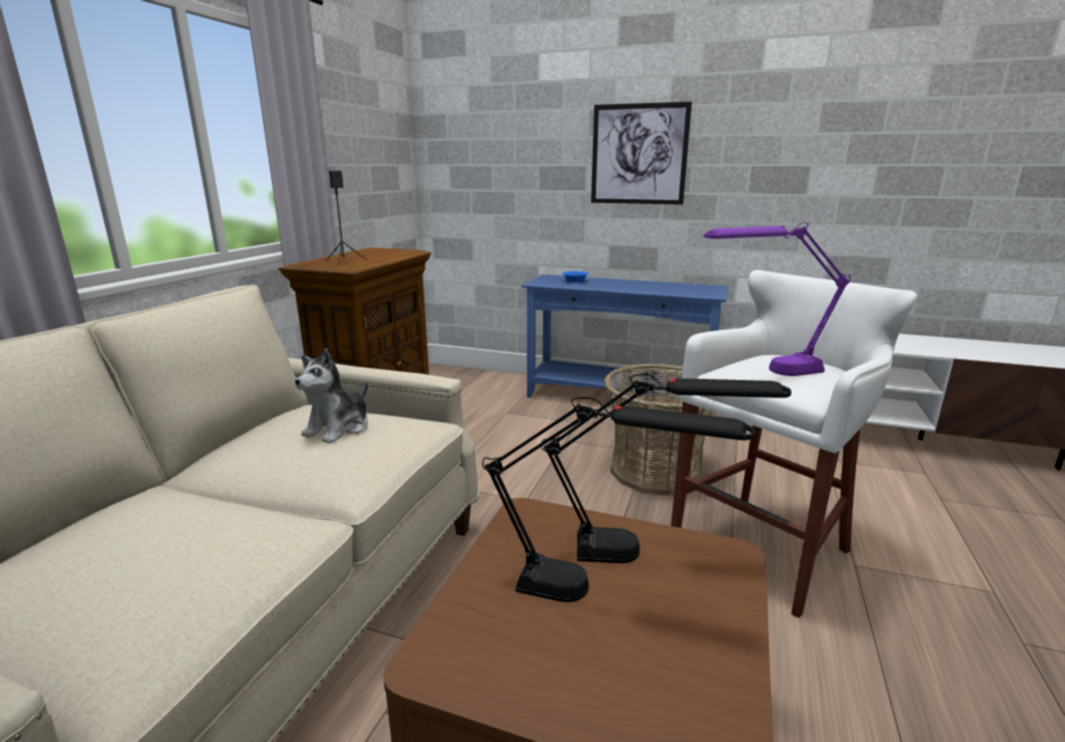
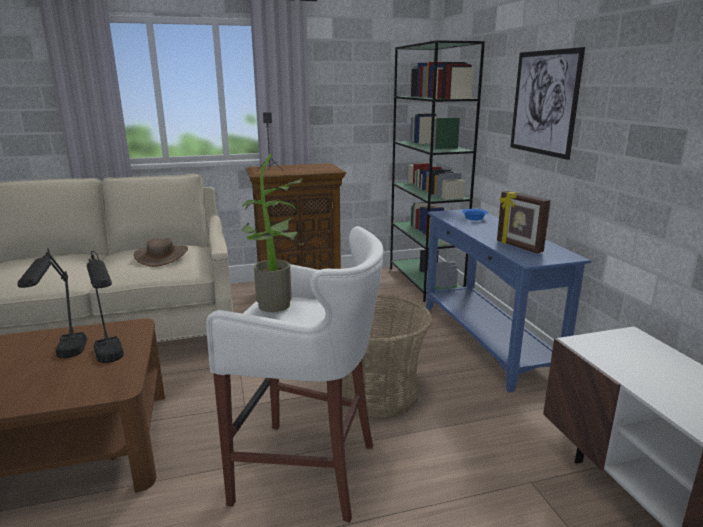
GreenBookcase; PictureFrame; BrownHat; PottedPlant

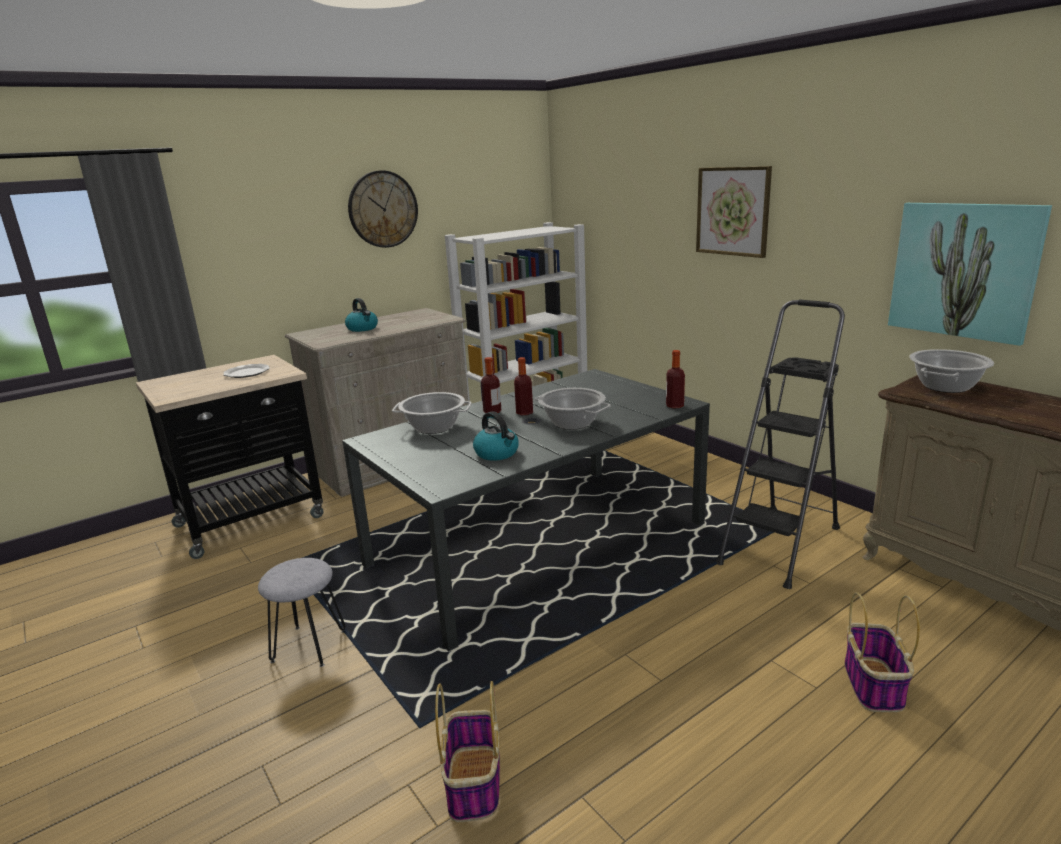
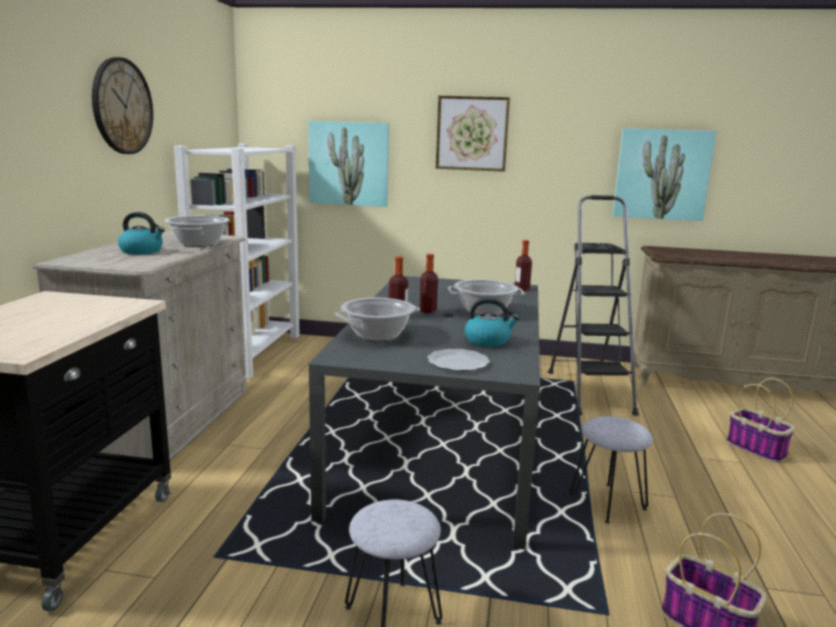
Picture (1st from left); GreyStool (2nd from left); Plate; CookingPot (1st from left)

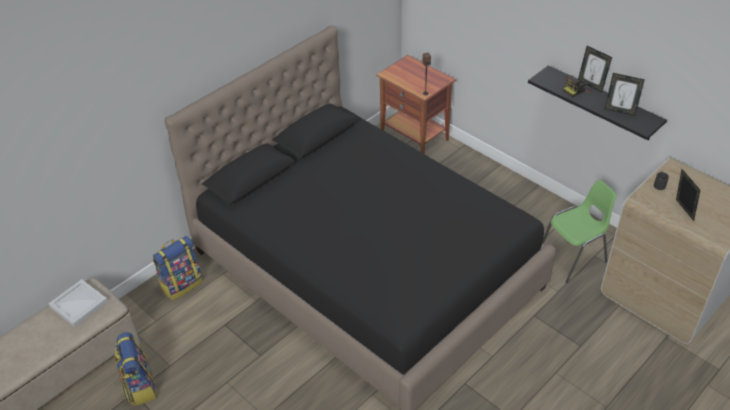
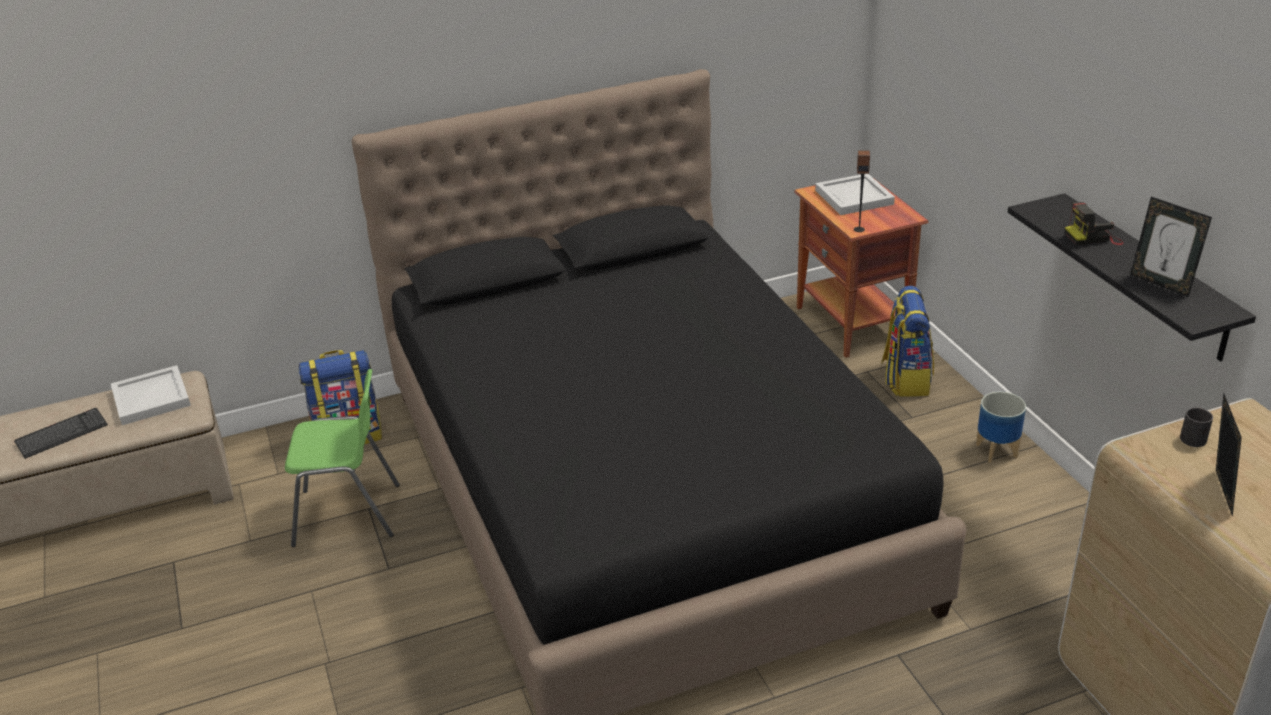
PictureFrame (1st from left in the first image); Keyboard; WhiteTray (2nd from left); Planter; Backpack (2nd from left); GreenChair

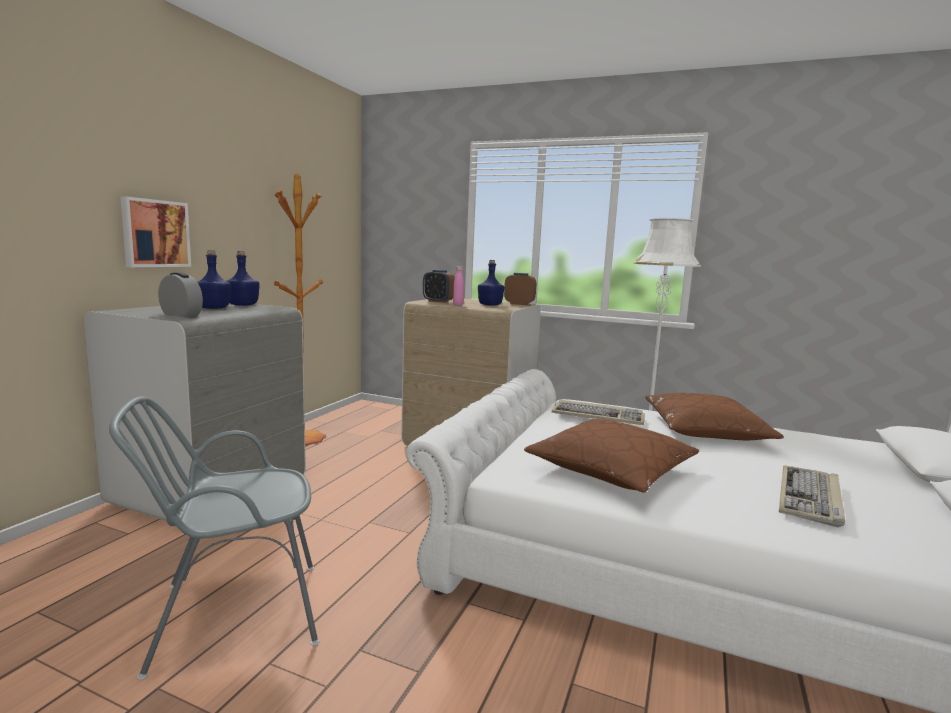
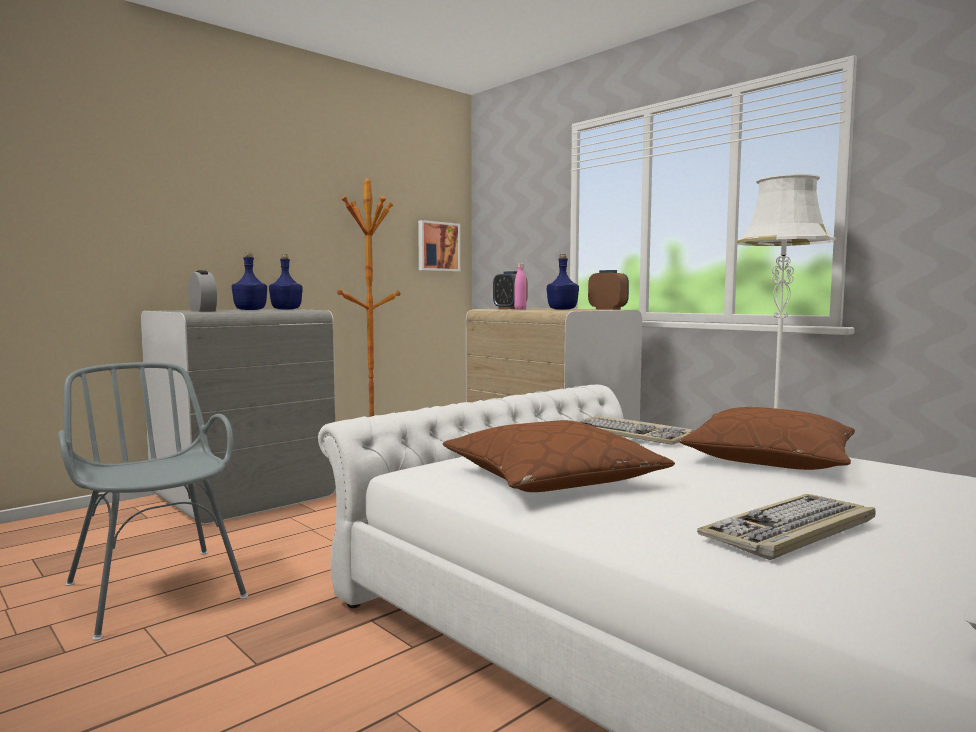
Picture; GreyChair

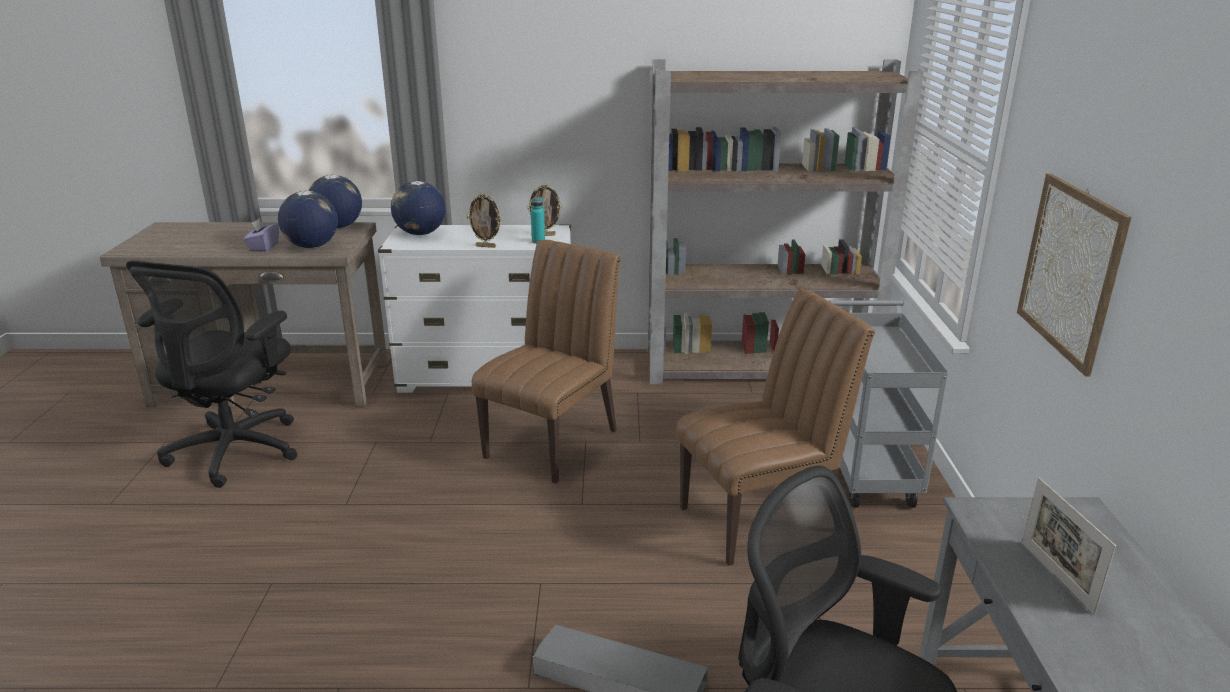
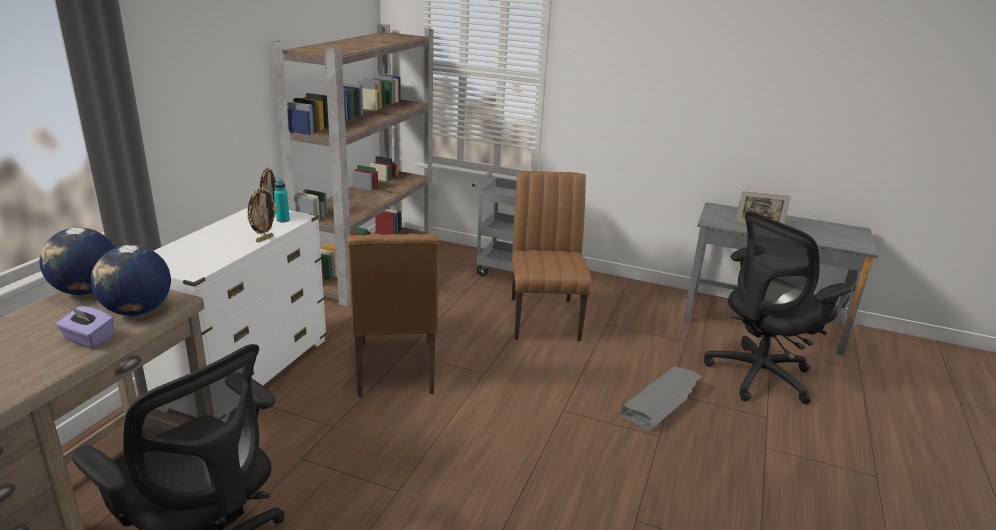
Globe (3rd from left in the first image); Picture; BrownChair (1st from left)

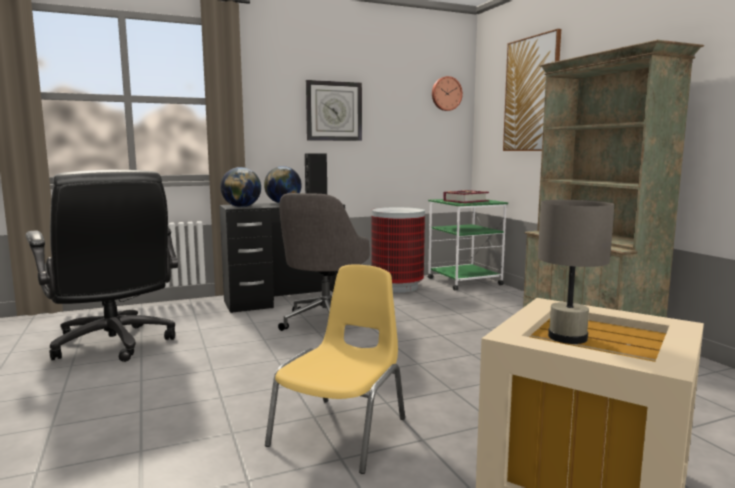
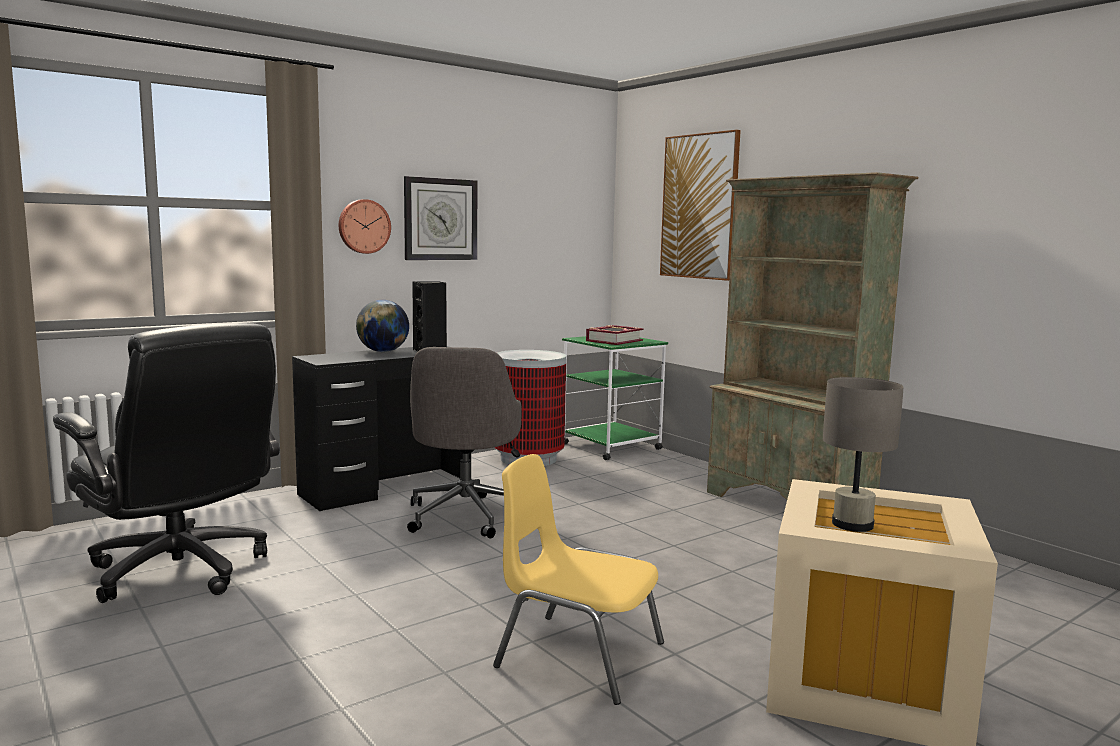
Globe (1st from left in the first image); WallClock (1st from left); YellowChair

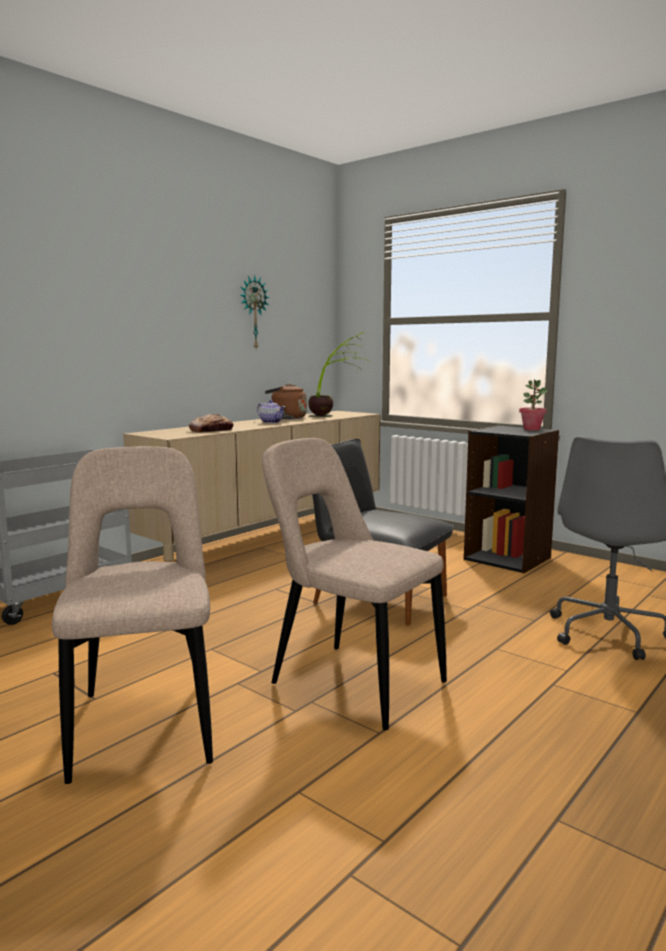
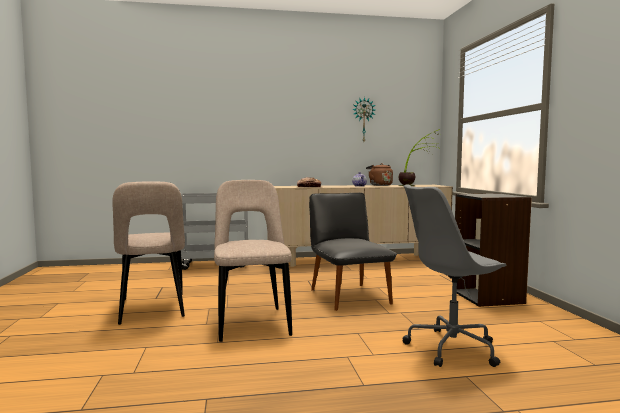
PottedPlant (2nd from left in the first image); BeigeChair (1st from left)

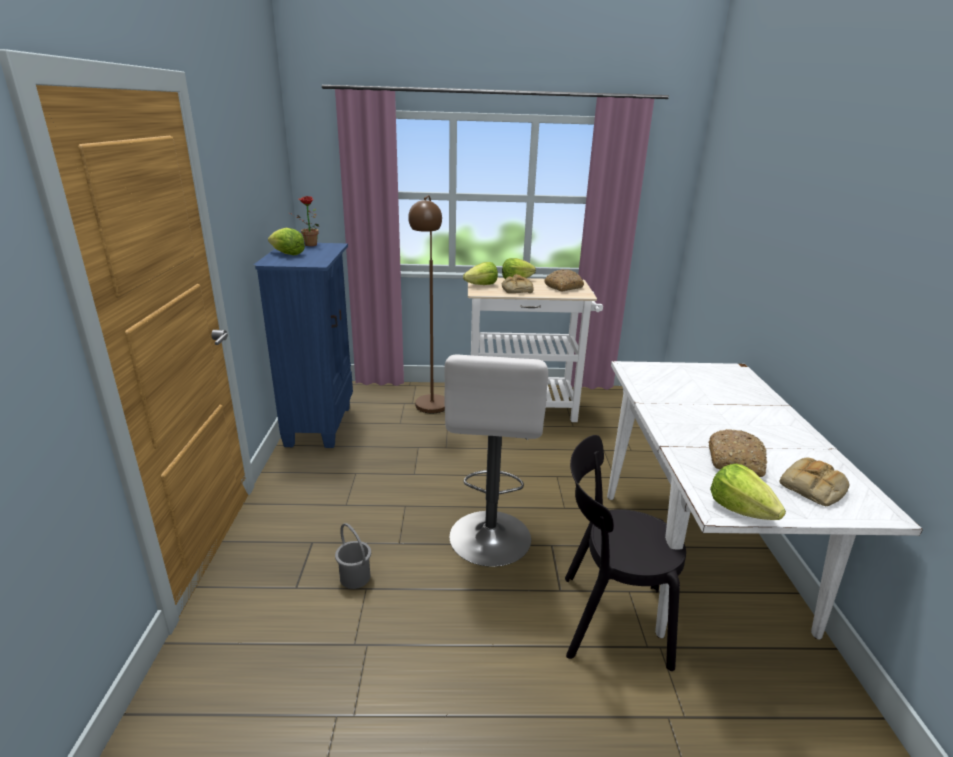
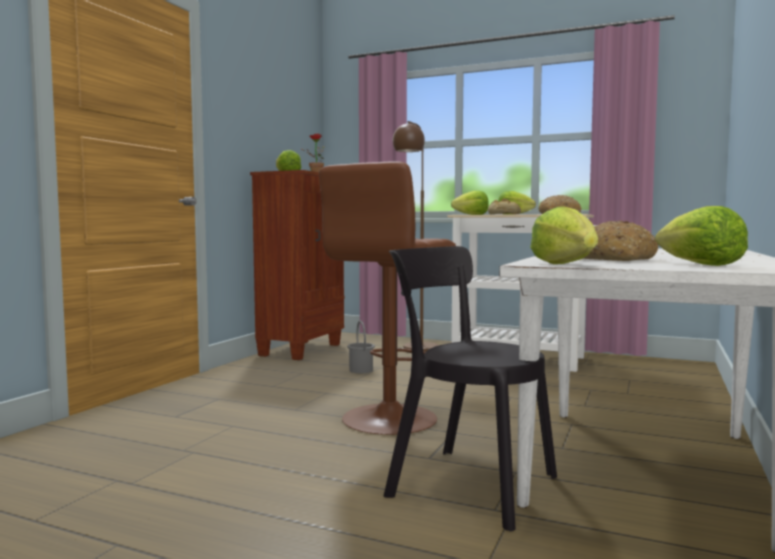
GreyBucket; Lettuce (5th from left); BrownCabinet; BrownStool

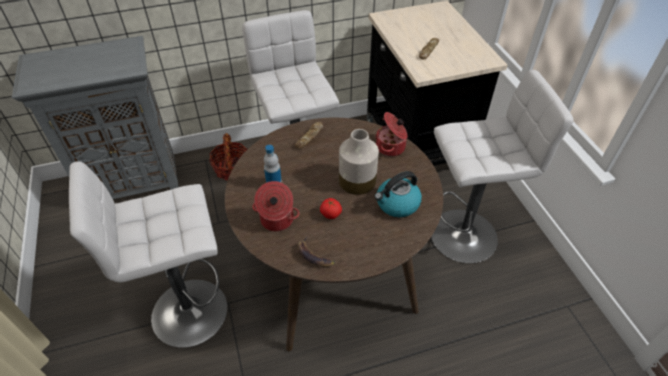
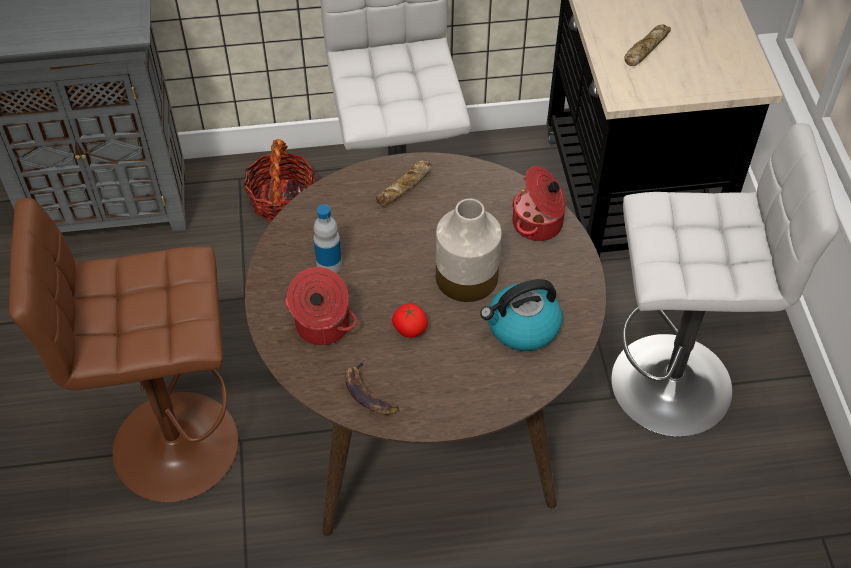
BrownStool

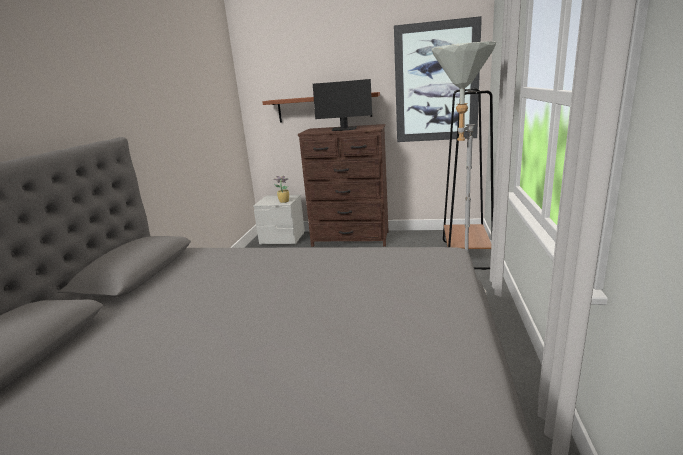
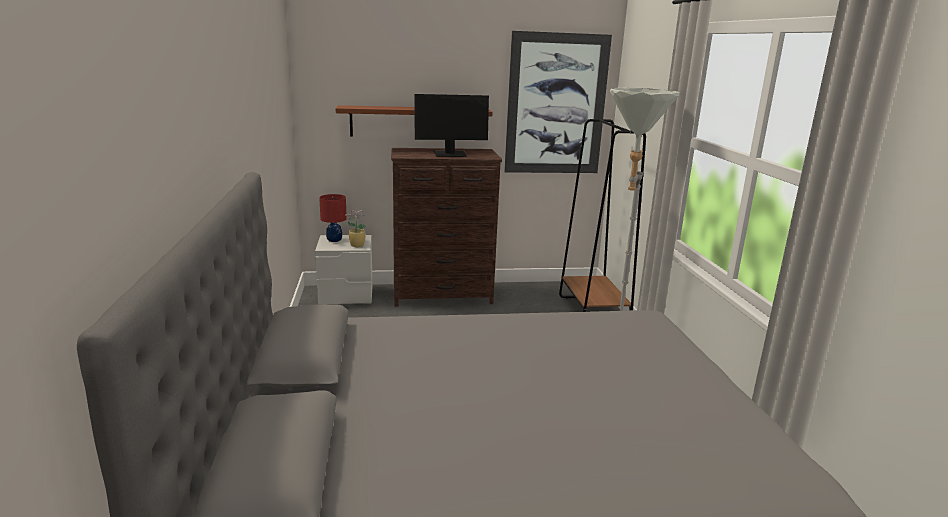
RedTableLamp

